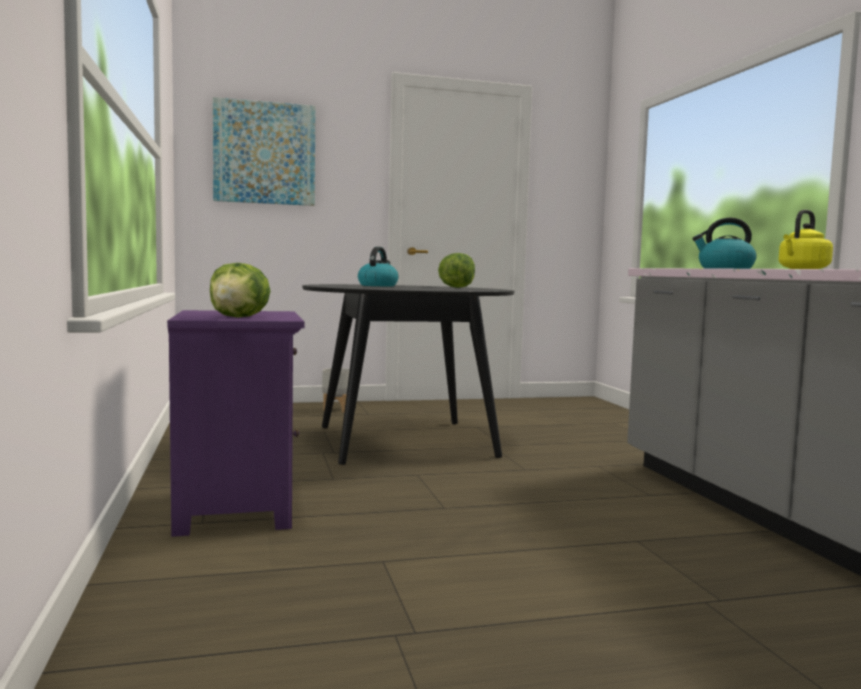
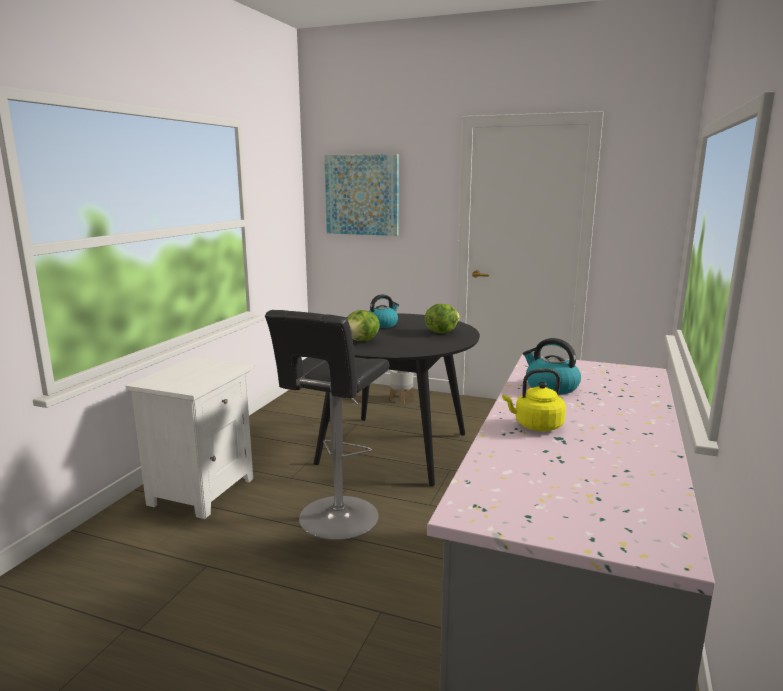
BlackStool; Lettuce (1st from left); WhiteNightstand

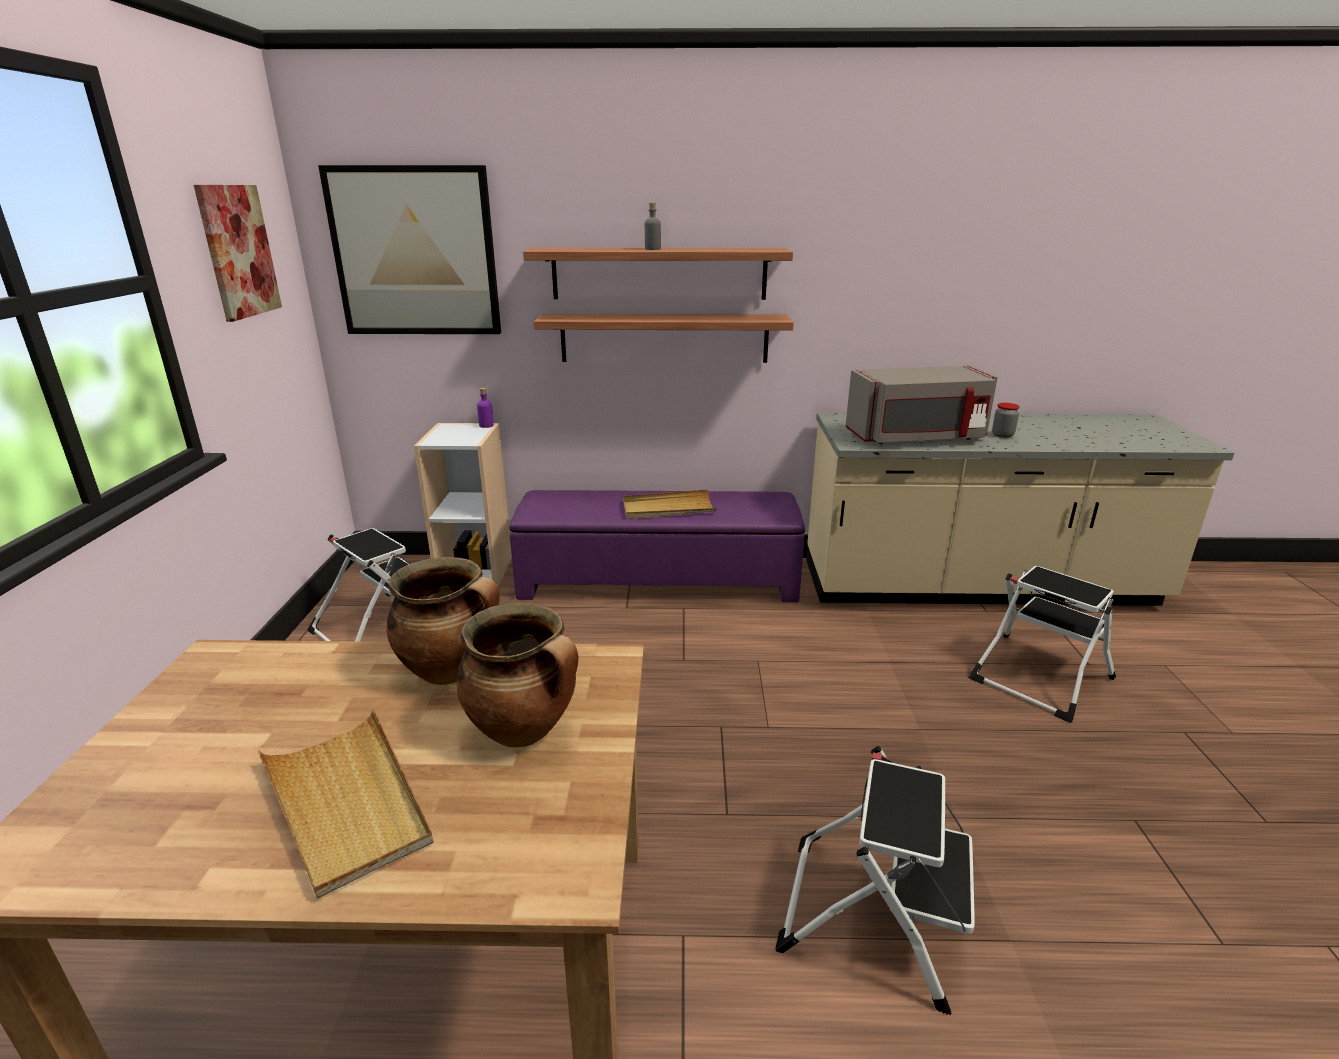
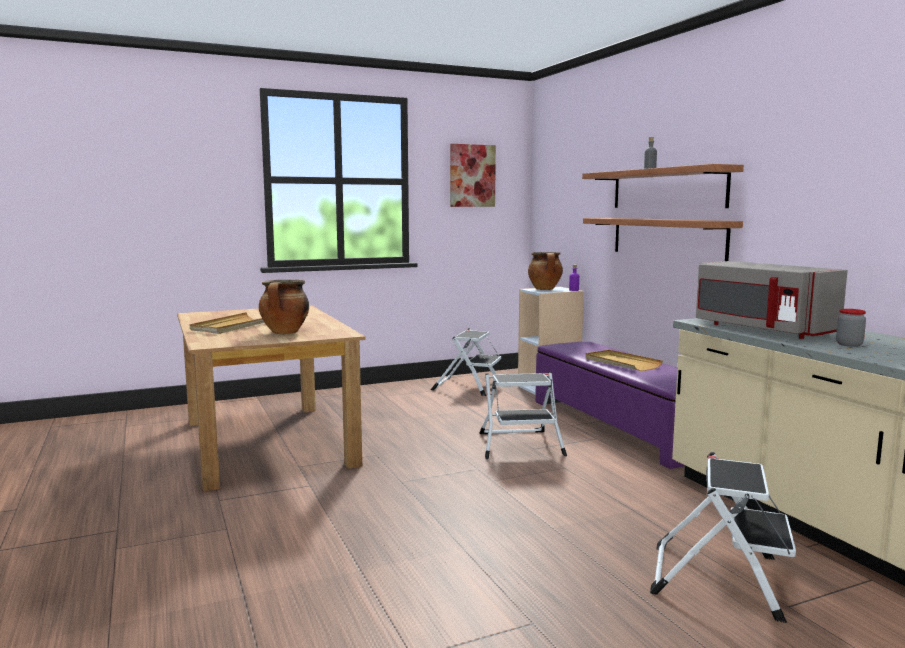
Picture (2nd from left in the first image); CookingPot (2nd from left); StepLadder (2nd from left)

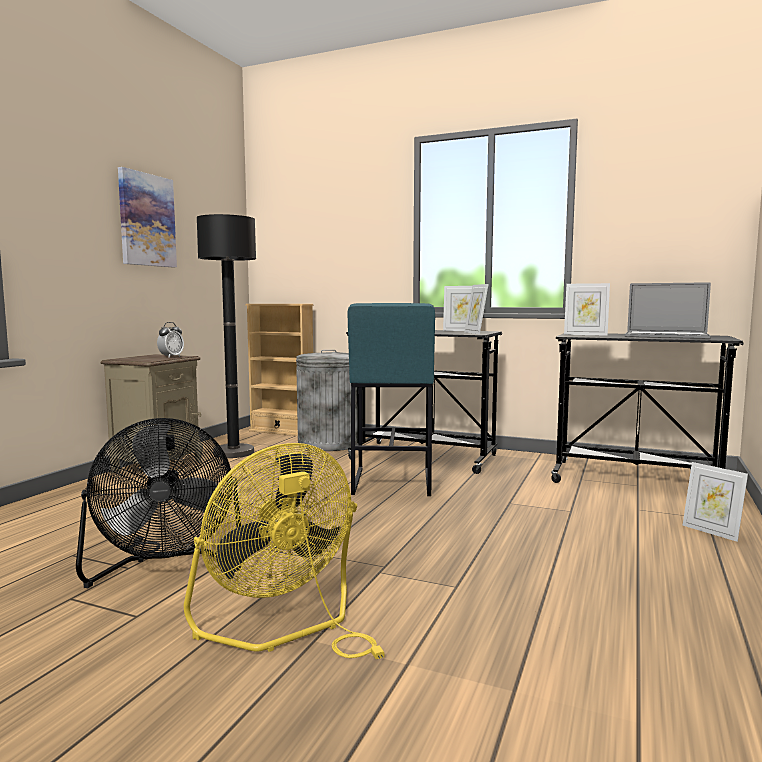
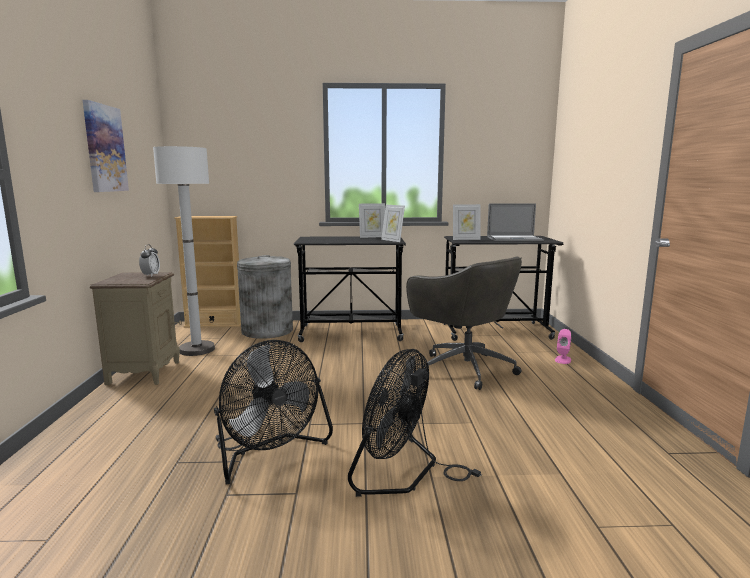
TurquoiseStool; GreyOfficeChair; PinkSpeaker; BlackFan (2nd from left); WhiteFloorLamp

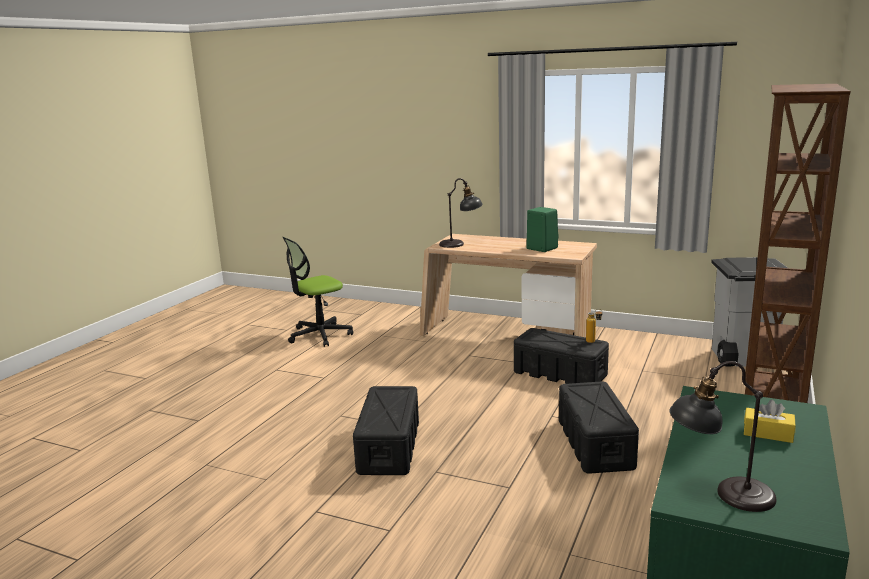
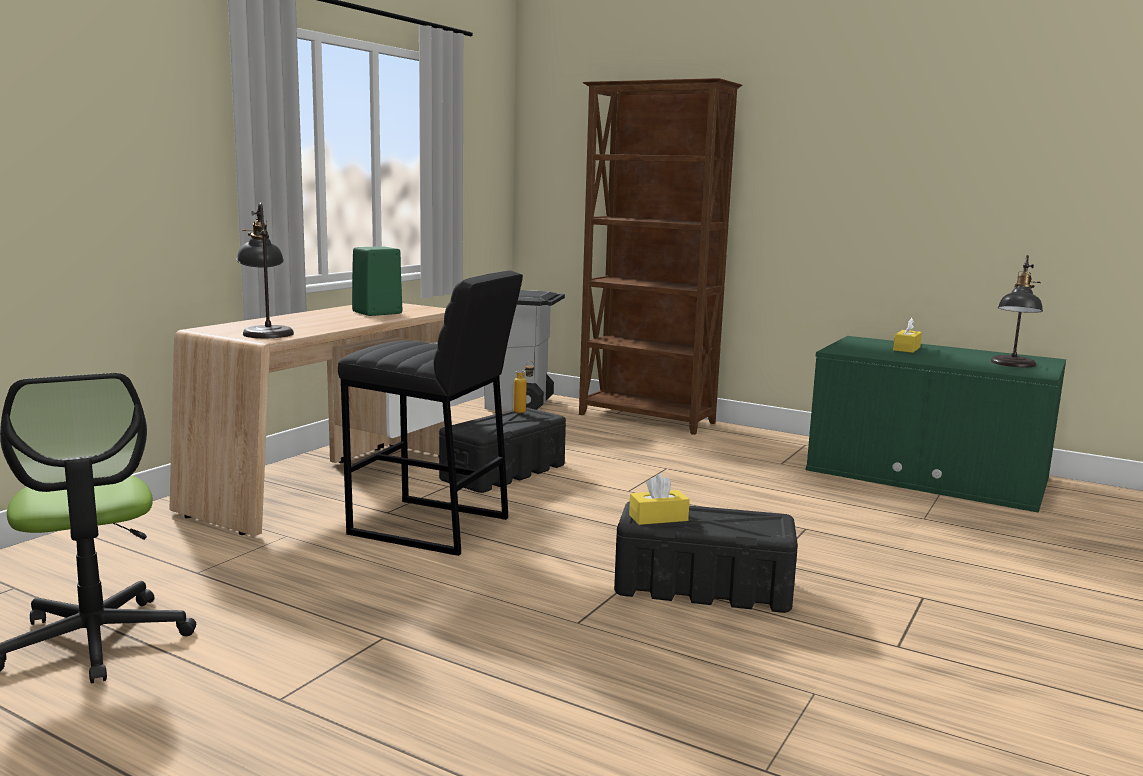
BlackStorageBox (3rd from left in the first image); BlackStool; YellowTissueBox (1st from left)

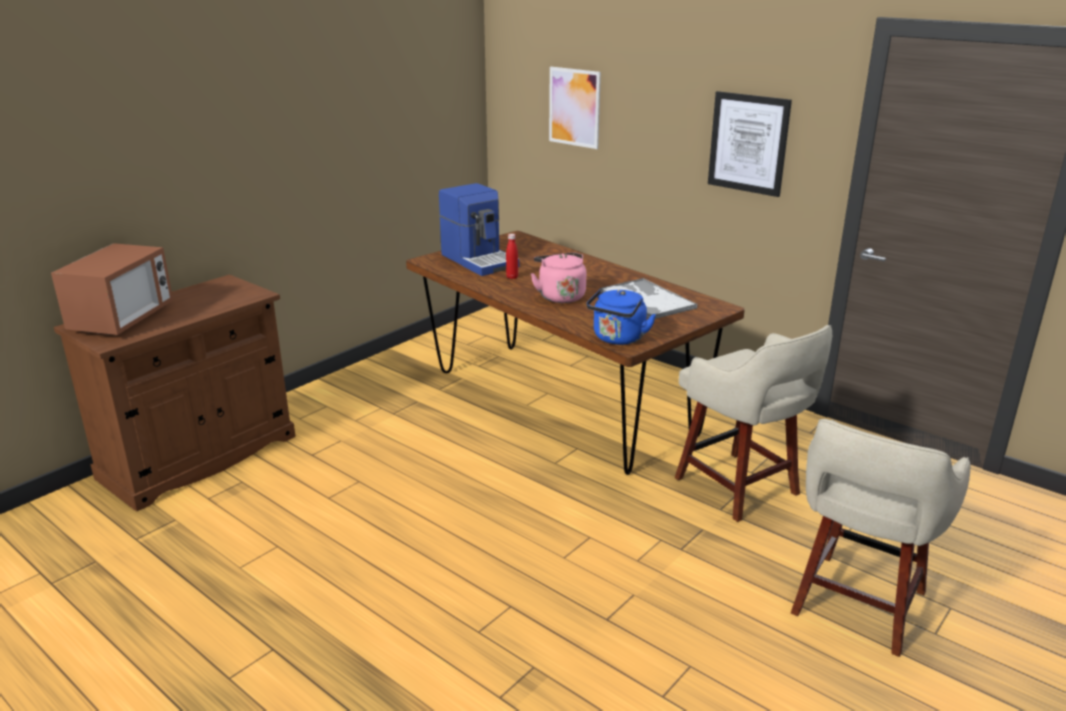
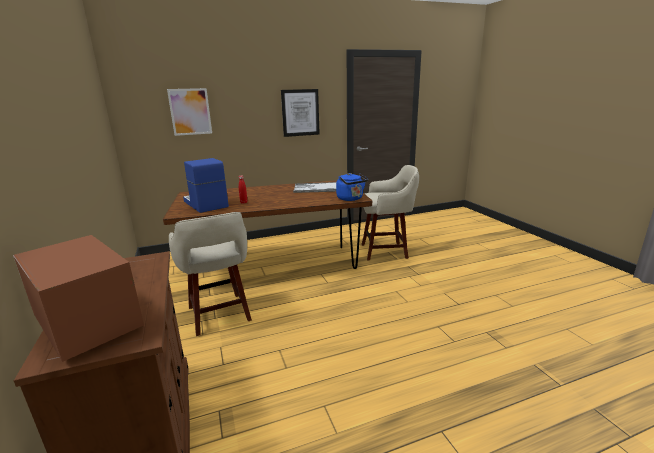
PinkKettle; BeigeStool (1st from left); CoffeeMachine

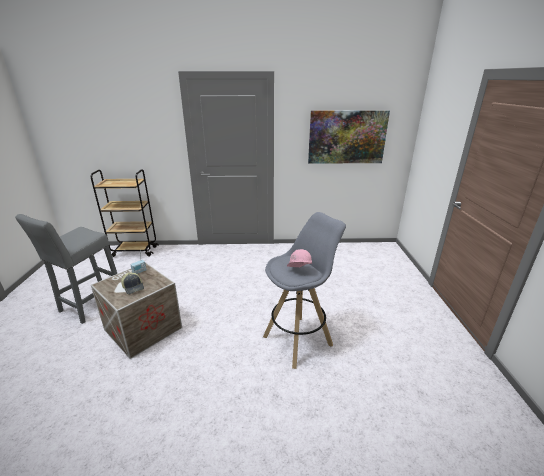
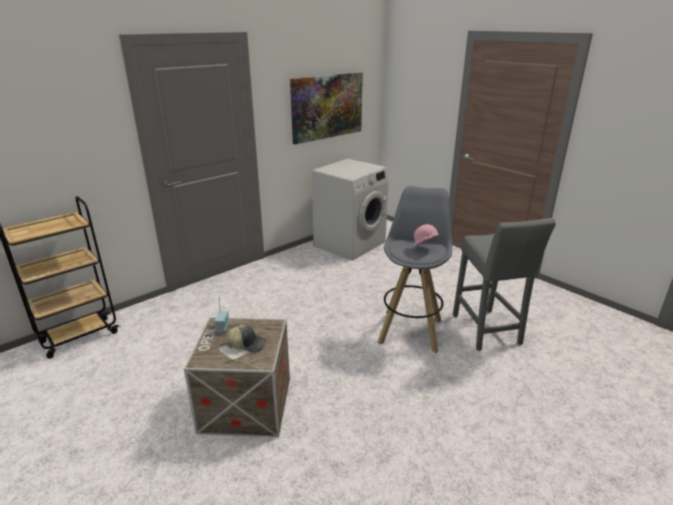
WhiteWashingMachine; GreyStool (2nd from left)

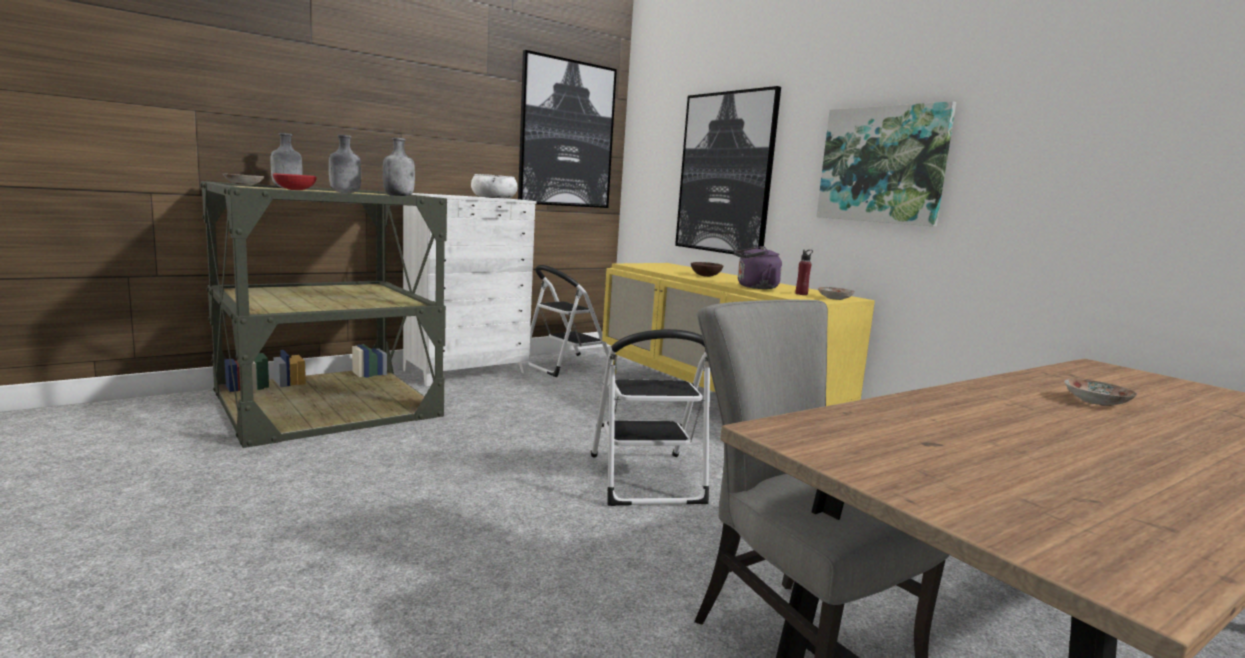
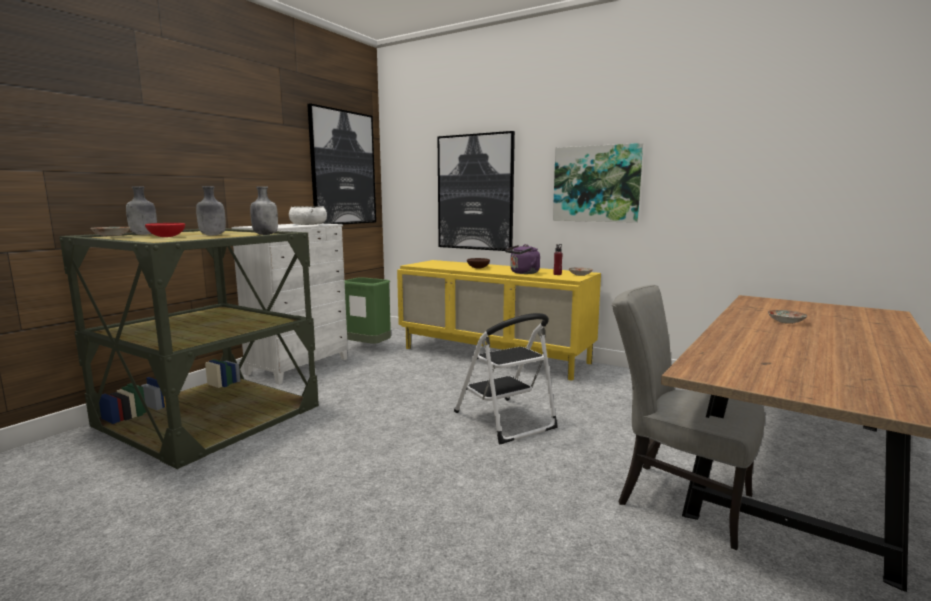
GreenTrashCan

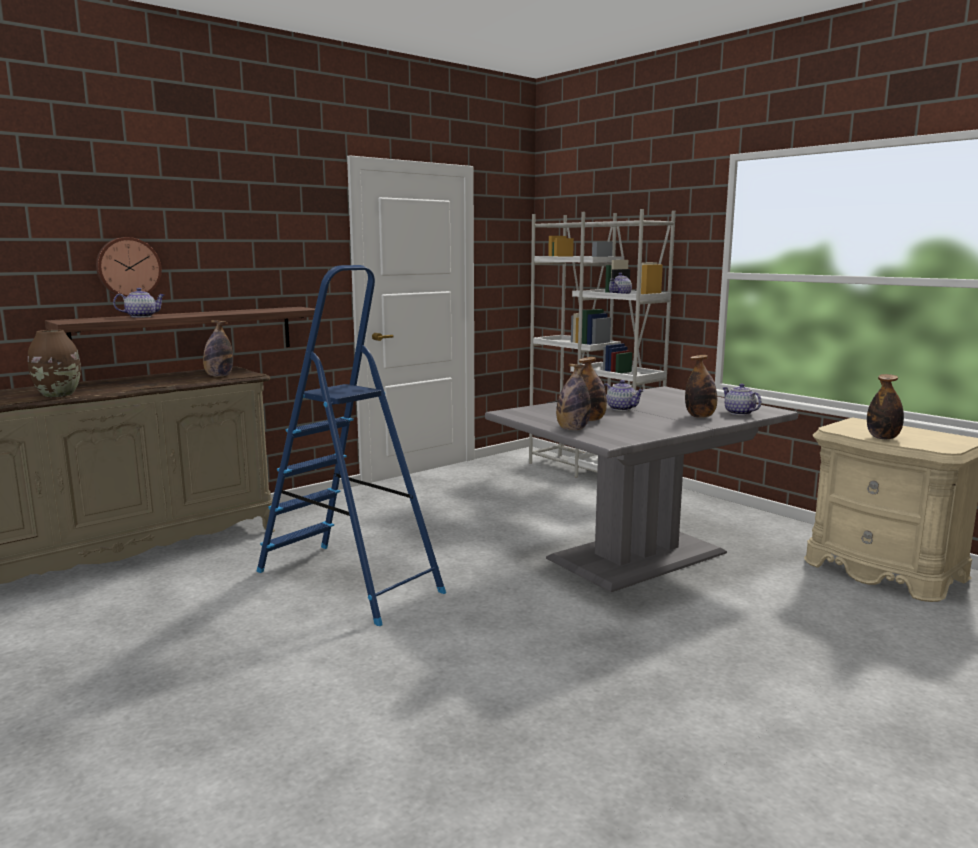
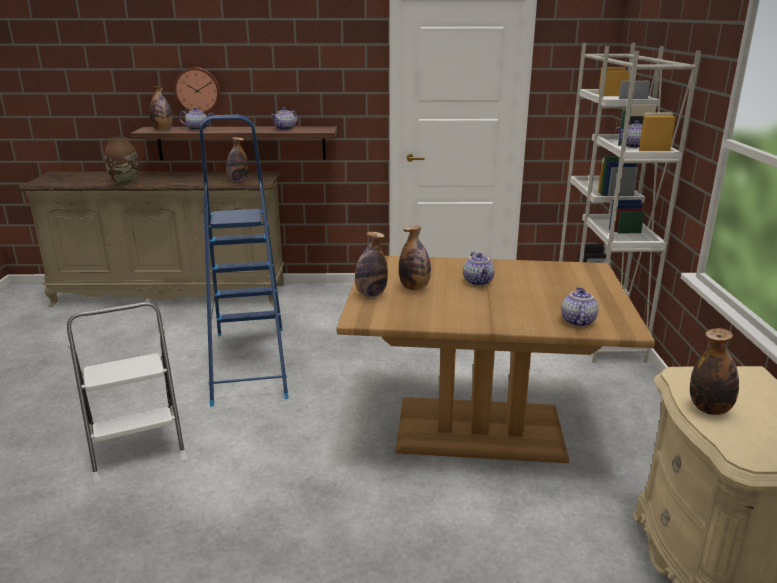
WhiteStepLadder; Teapot (2nd from left); Bottle (1st from left); BrownDiningTable

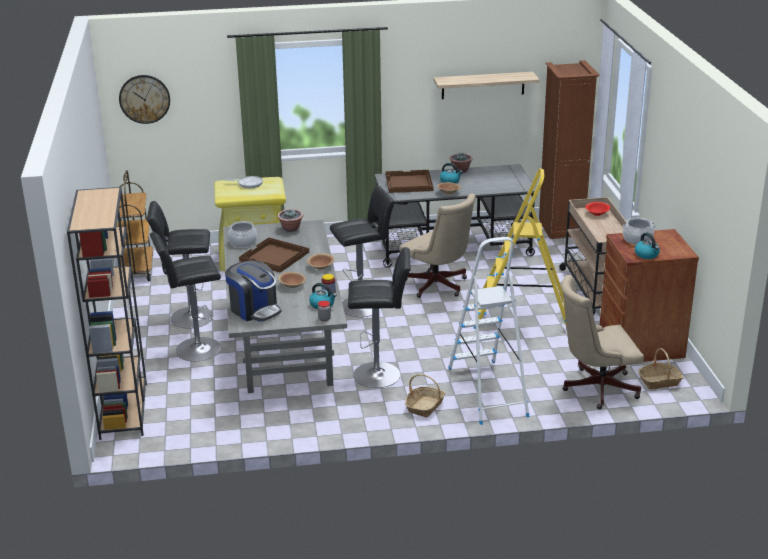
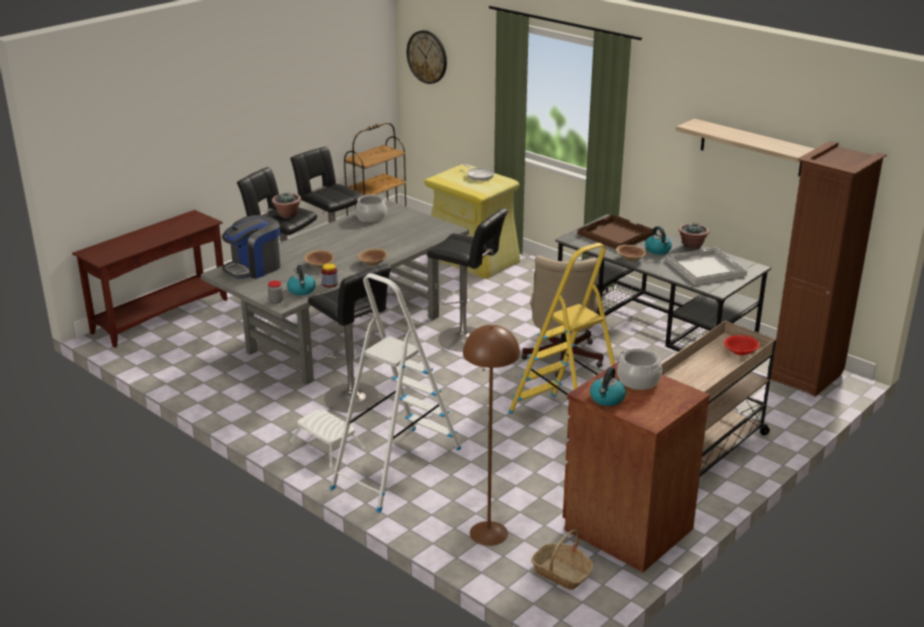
BrownTray (1st from left in the first image); WhiteTray; PottedPlant (1st from left); BrownConsoleTable; WhiteStepLadder (1st from left); BrownFloorLamp; CoffeeMachine

